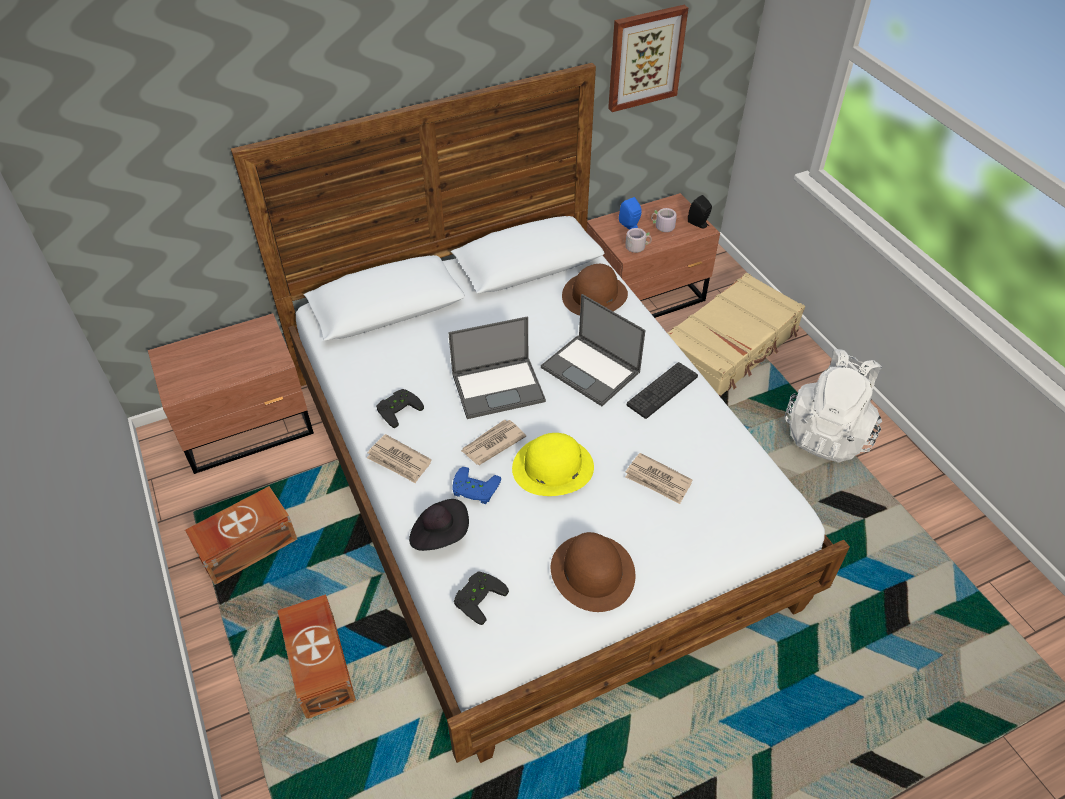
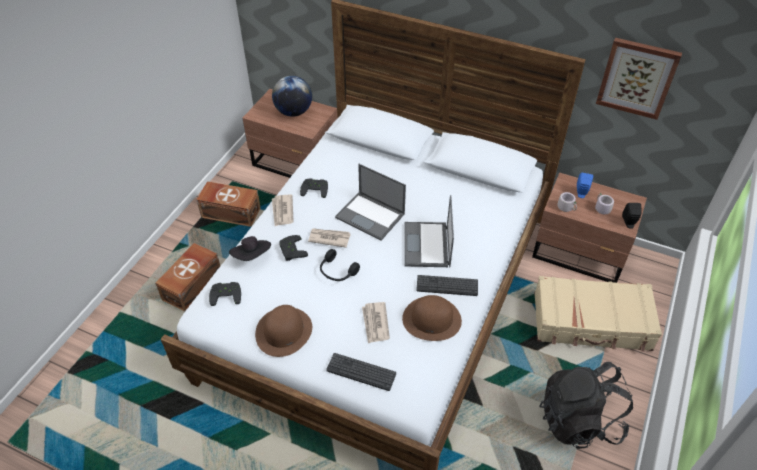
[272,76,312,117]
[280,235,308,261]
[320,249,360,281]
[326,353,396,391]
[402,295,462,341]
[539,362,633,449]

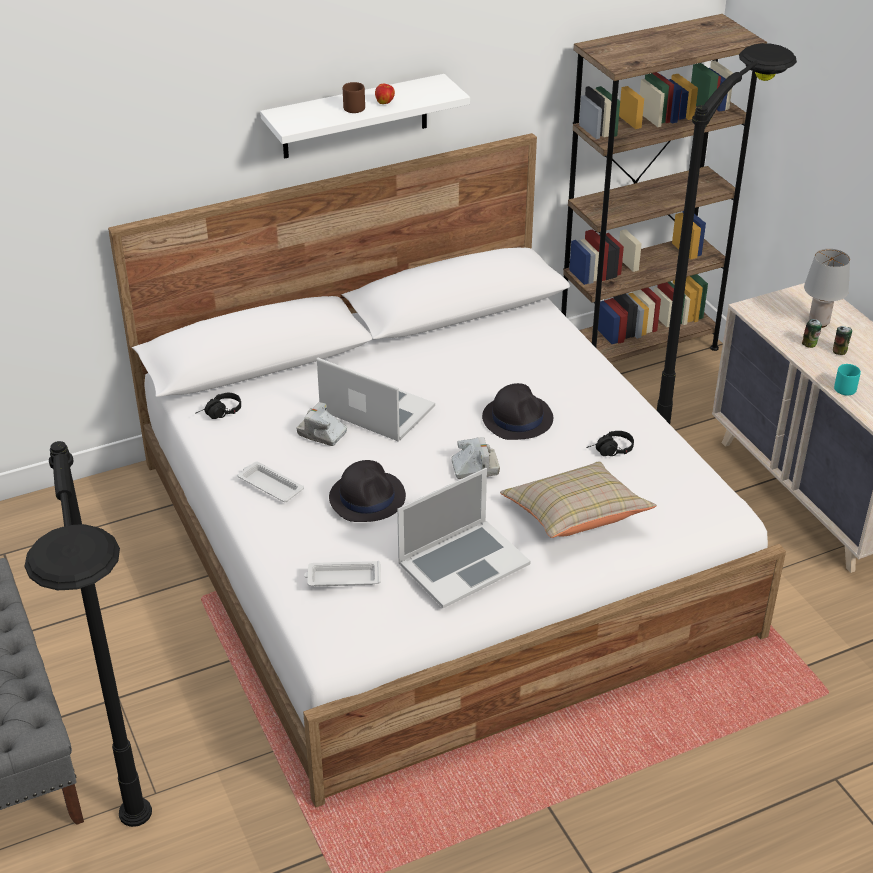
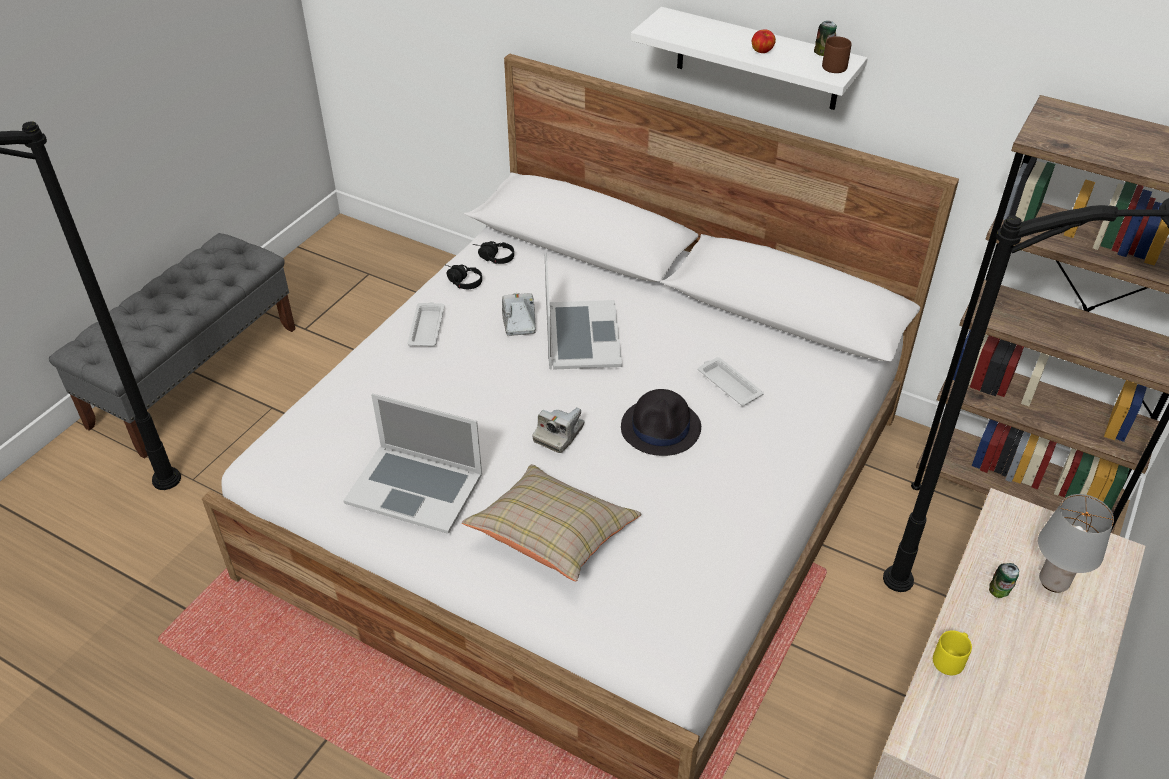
[446,265,482,289]
[532,407,584,453]
[698,357,764,406]
[814,21,837,56]
[822,36,852,73]
[933,630,972,675]
[329,460,406,522] (first image)

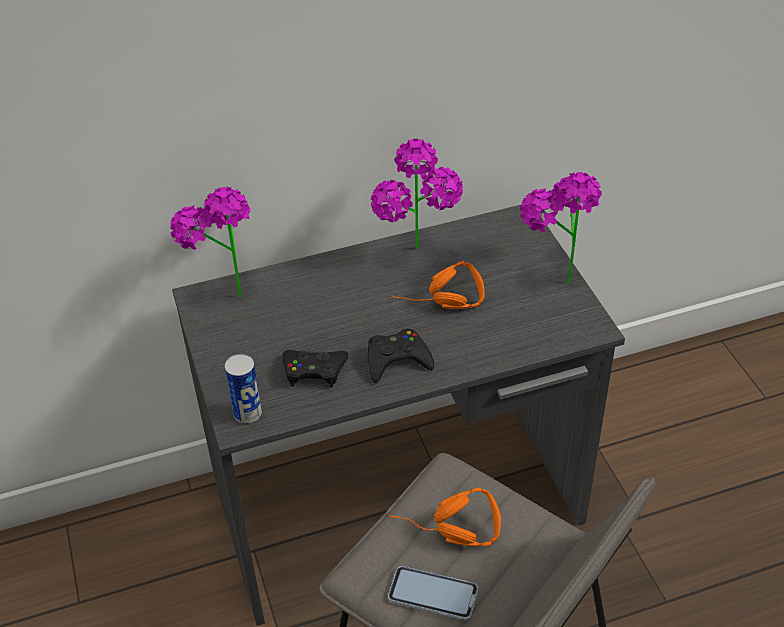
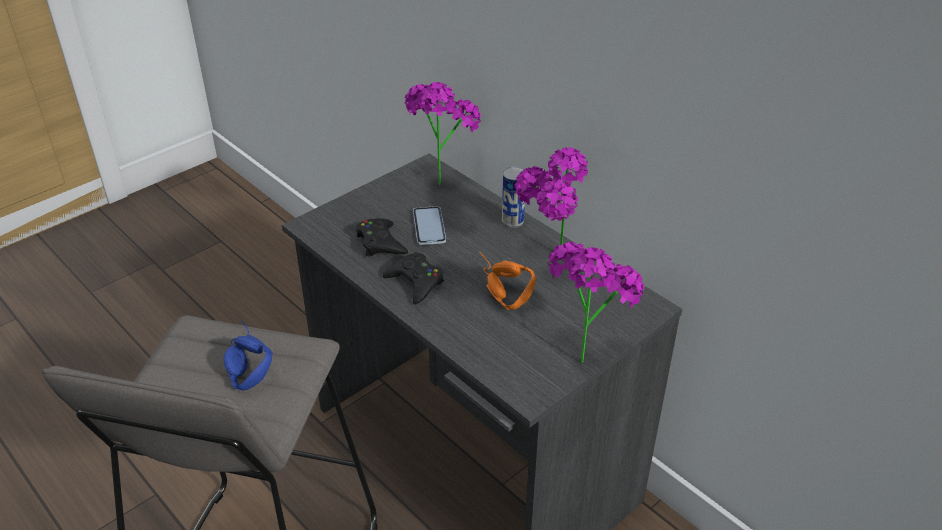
[223,319,273,390]
[413,206,446,245]
[502,167,525,228]

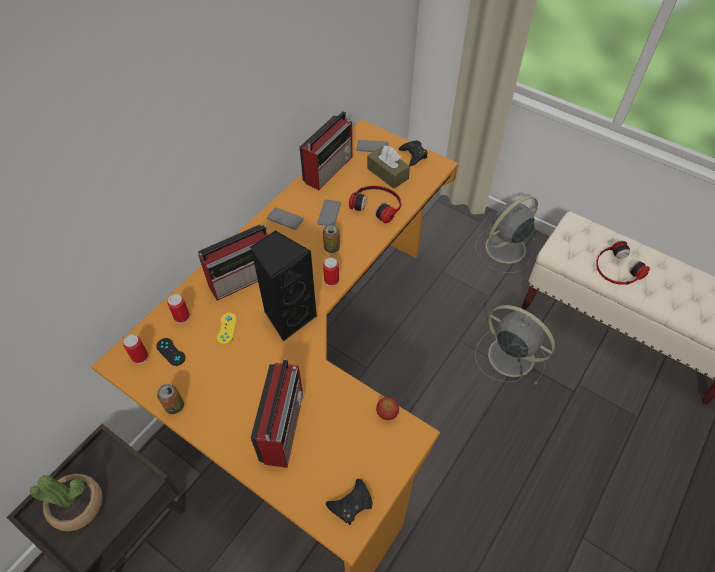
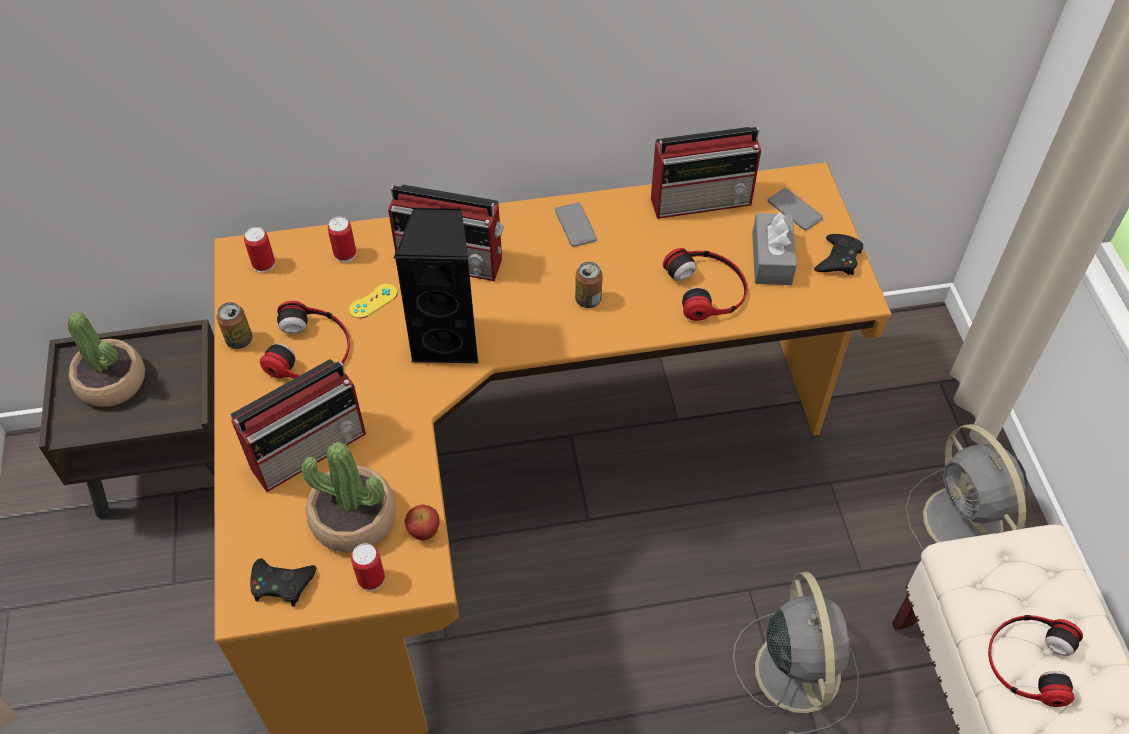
[260,301,350,379]
[301,442,396,553]
[351,543,385,591]
[752,211,797,285]
[905,424,1027,550]
[156,338,186,366] (first image)
[318,199,341,226] (first image)

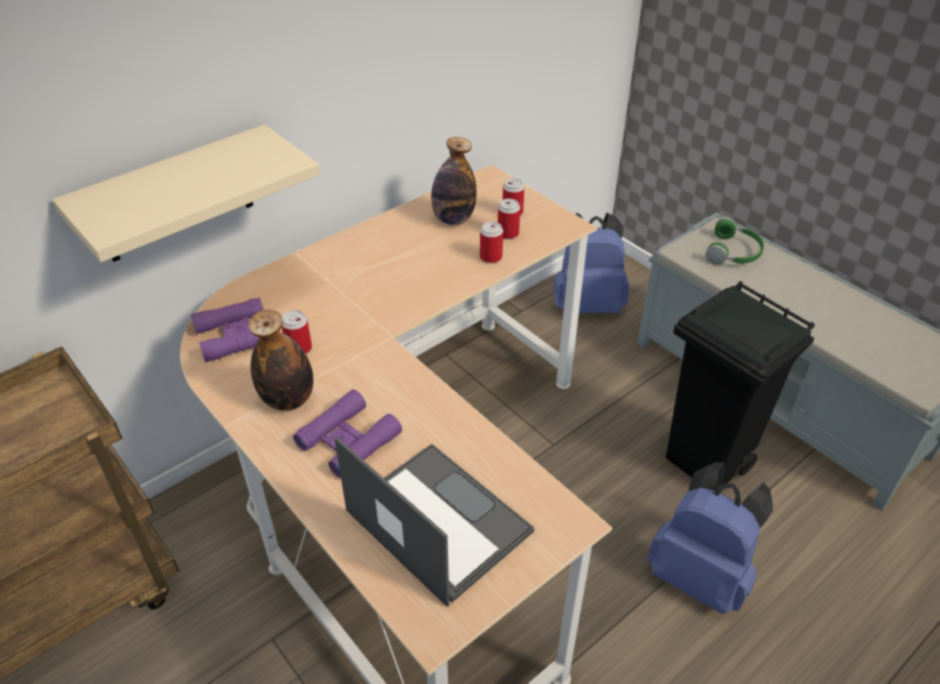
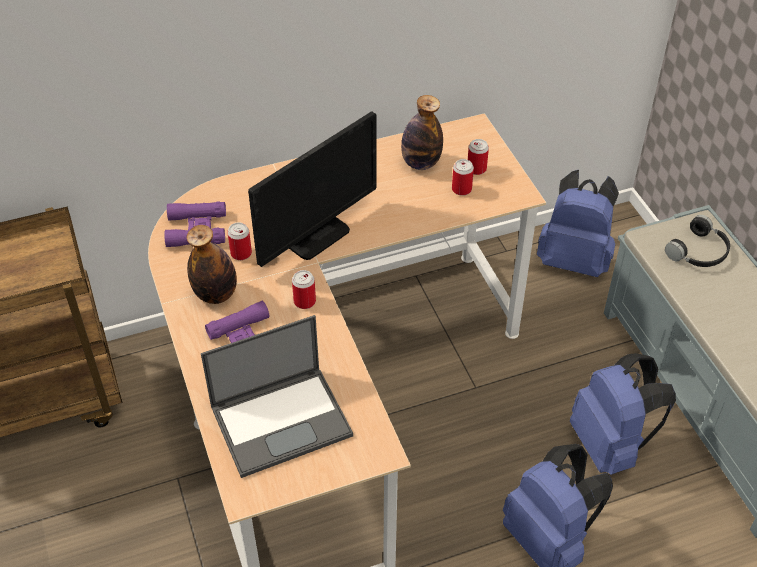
[201,315,353,478]
[248,111,377,267]
[292,270,316,309]
[570,353,676,475]
[665,215,730,267]
[52,124,320,262] (first image)

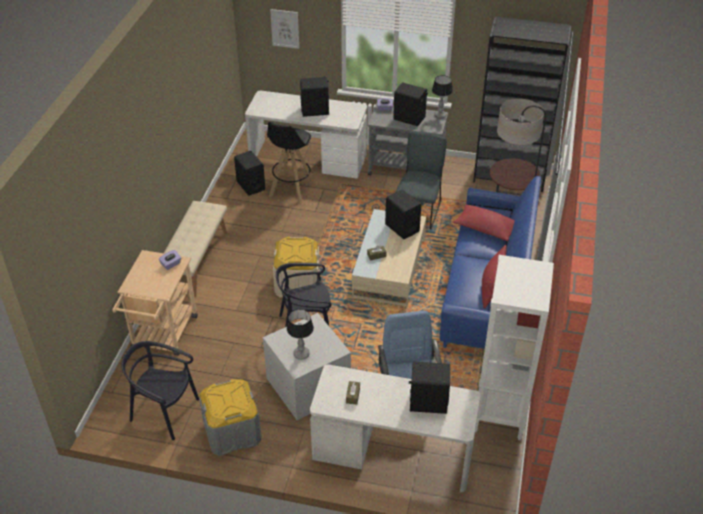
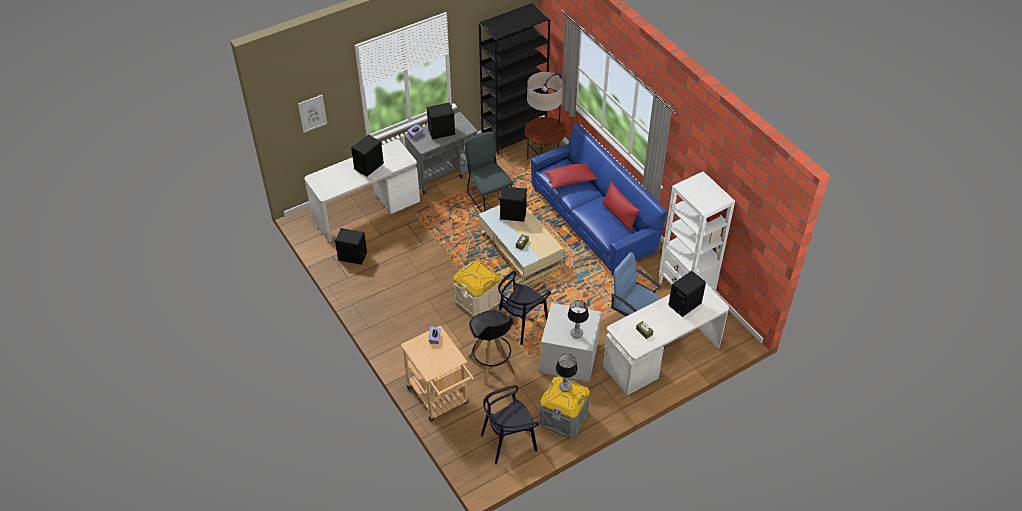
[468,310,516,386]
[556,354,578,392]
[164,201,227,297] (first image)

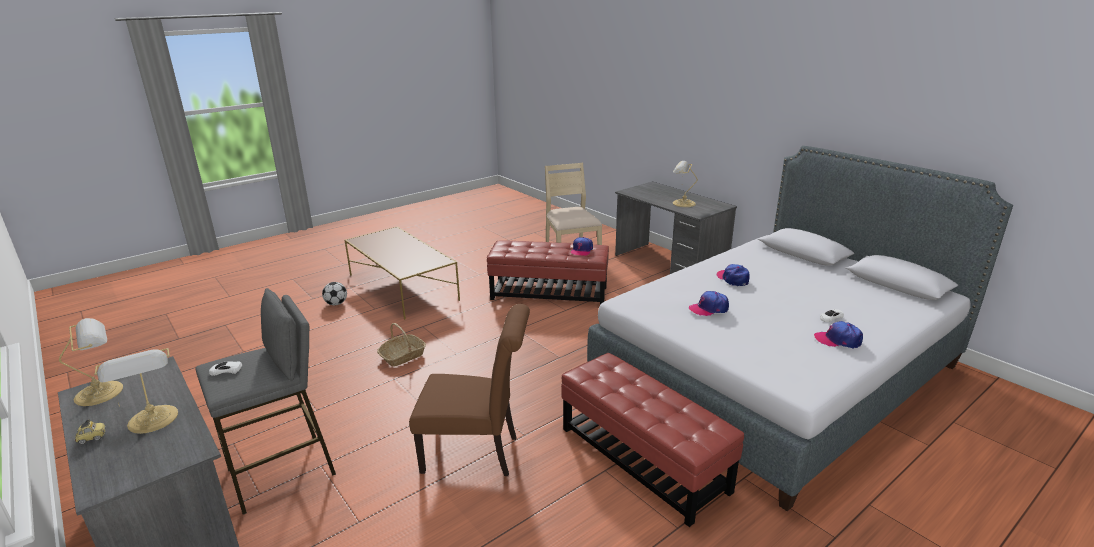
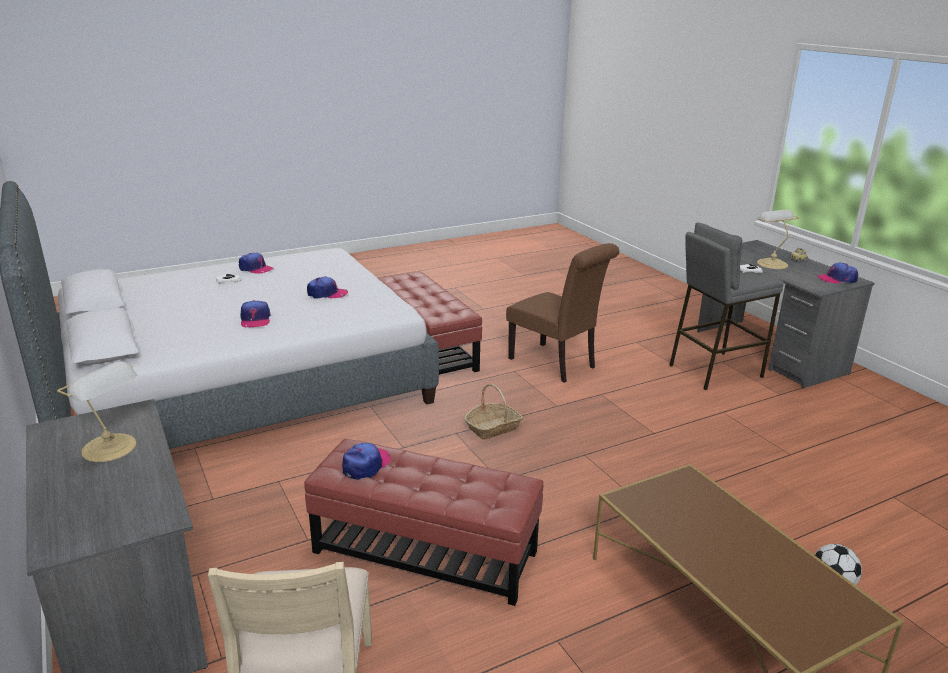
[465,384,523,440]
[506,243,619,383]
[817,263,858,284]

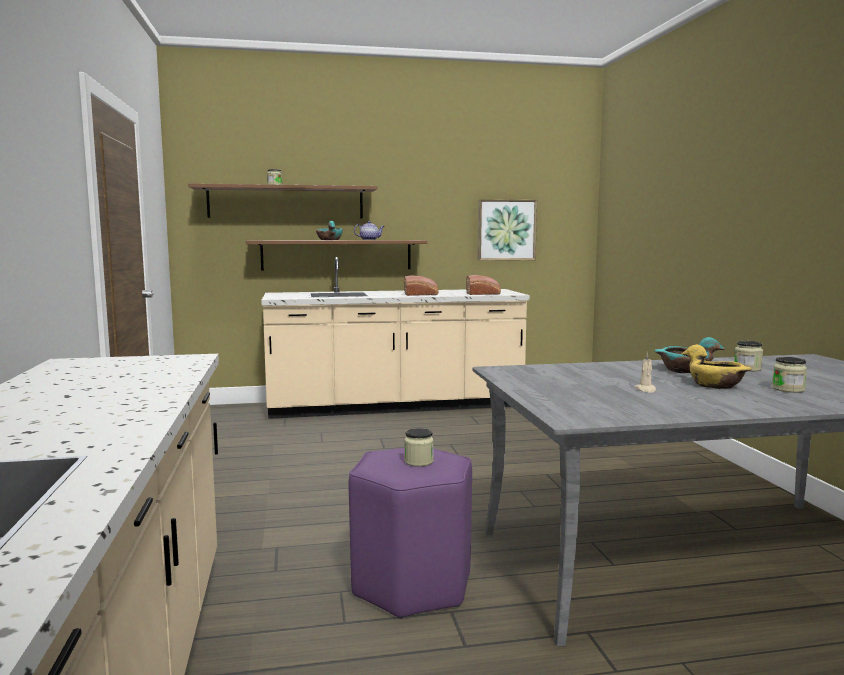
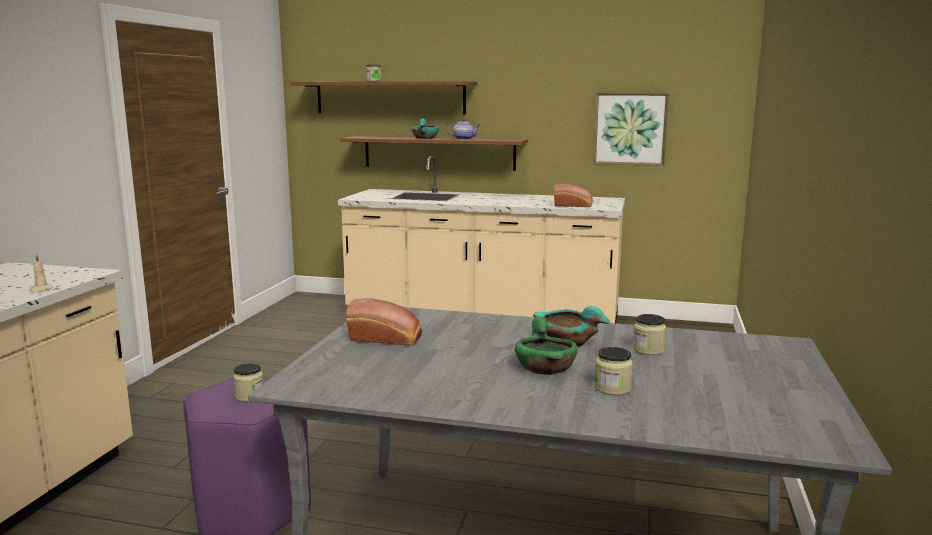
[29,253,54,293]
[346,298,422,346]
[515,316,578,375]

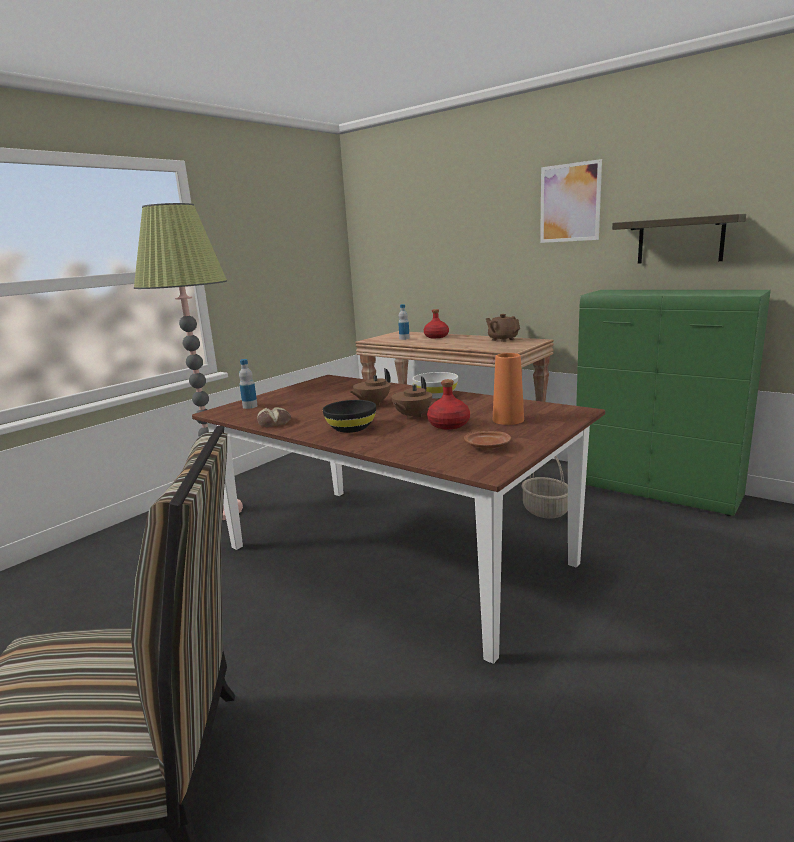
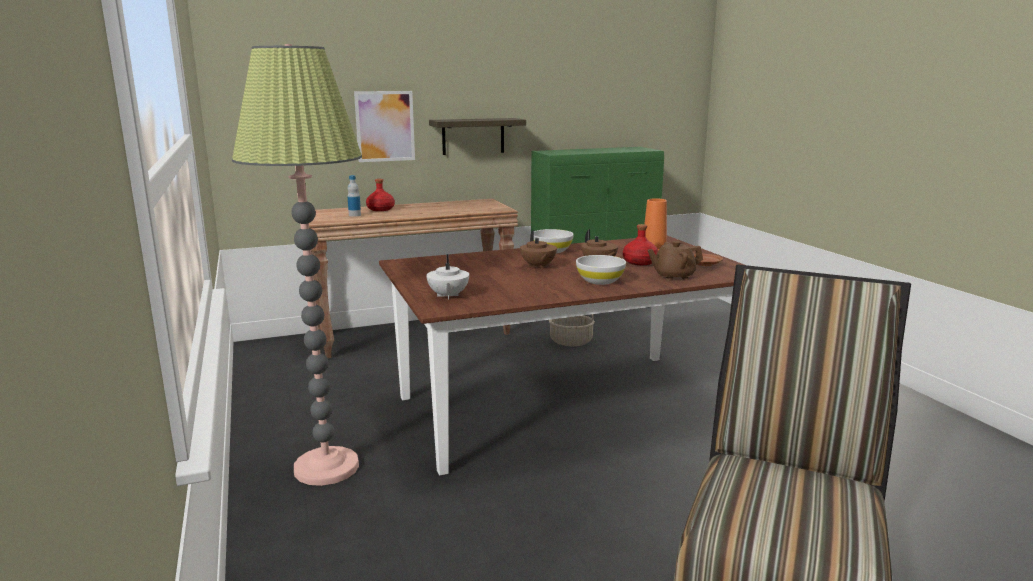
[354,91,415,162]
[426,254,469,300]
[429,118,526,155]
[576,255,626,285]
[648,241,703,281]
[257,407,291,427] (first image)

